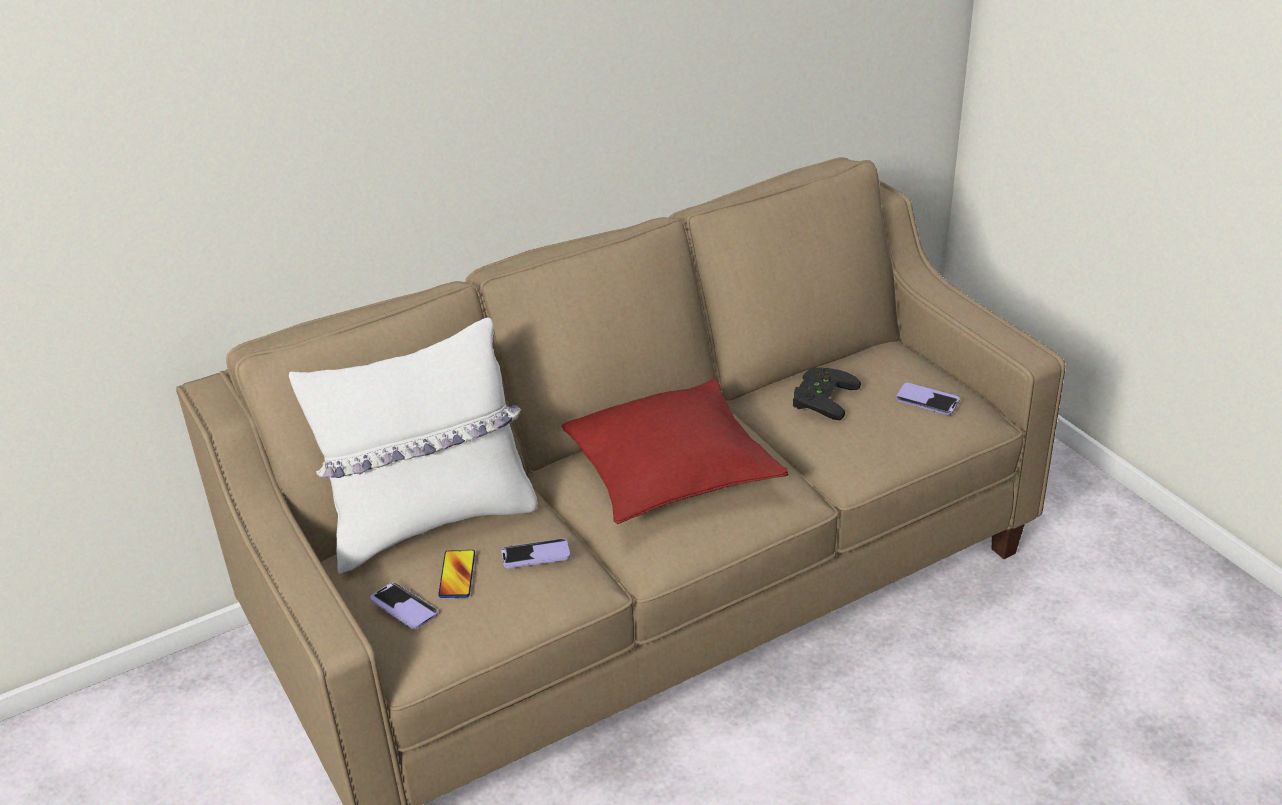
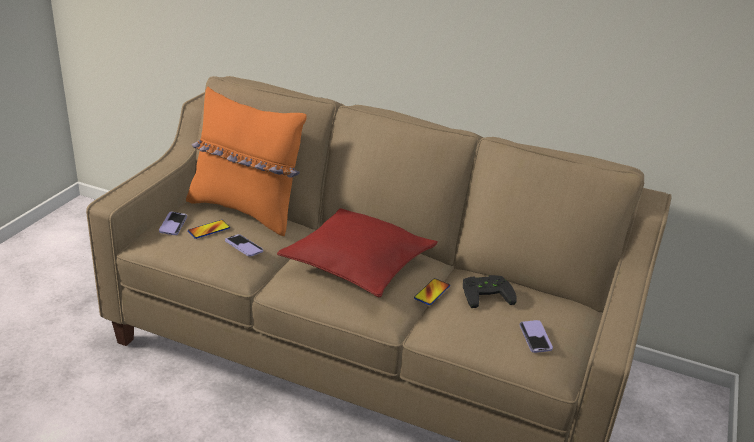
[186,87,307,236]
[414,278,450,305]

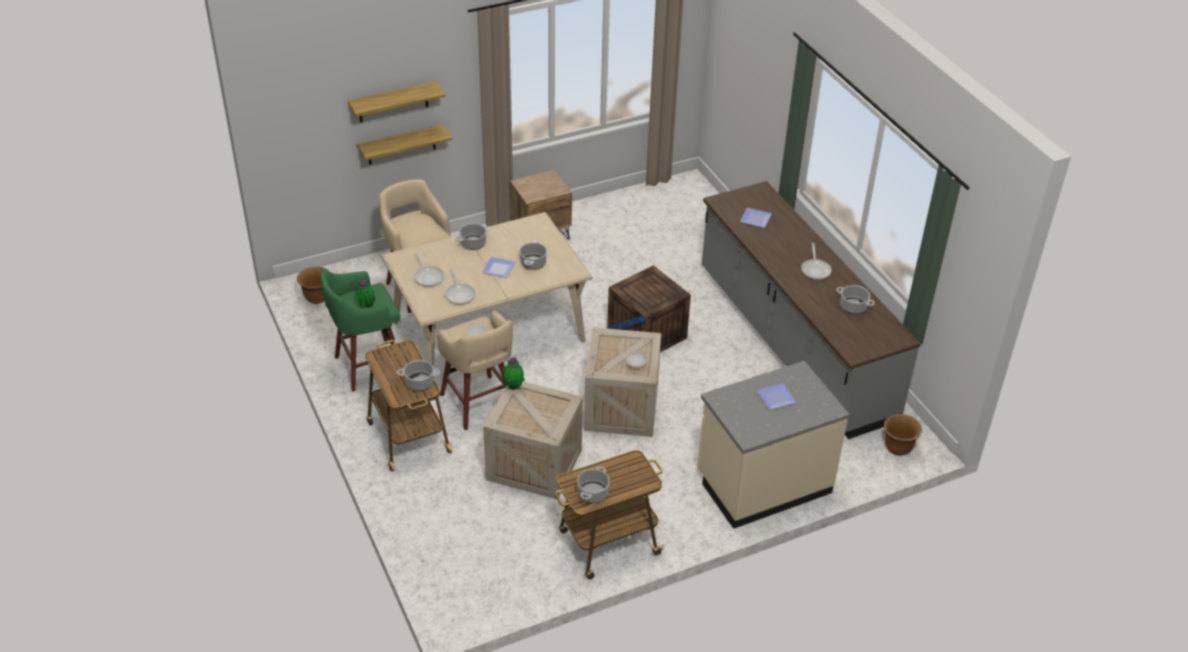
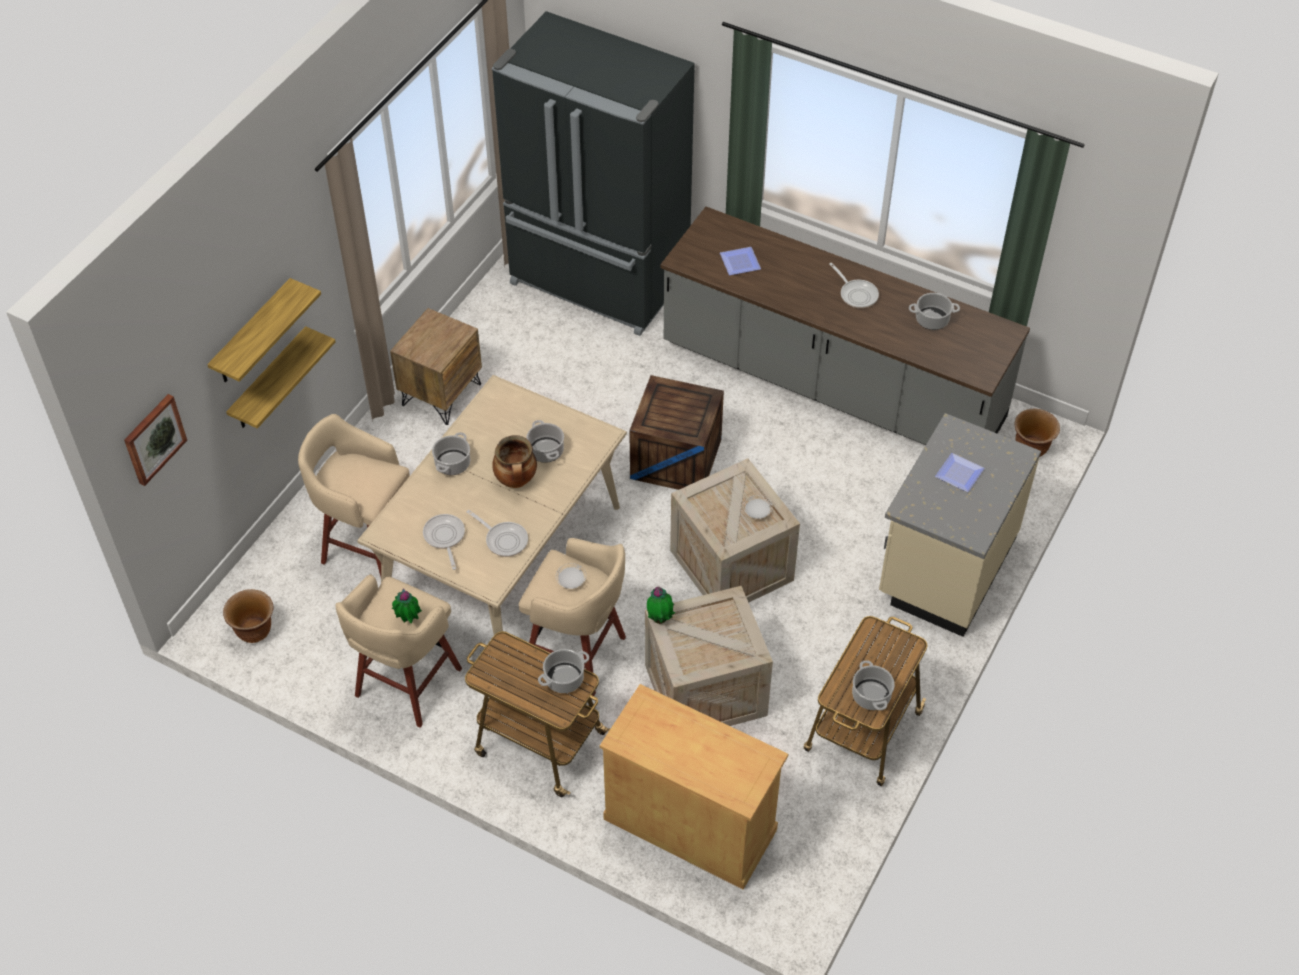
[124,394,187,486]
[335,574,462,728]
[423,514,465,570]
[492,11,695,336]
[492,435,537,488]
[600,684,788,890]

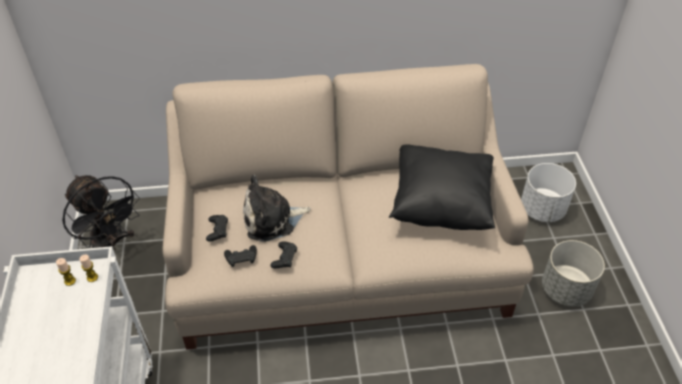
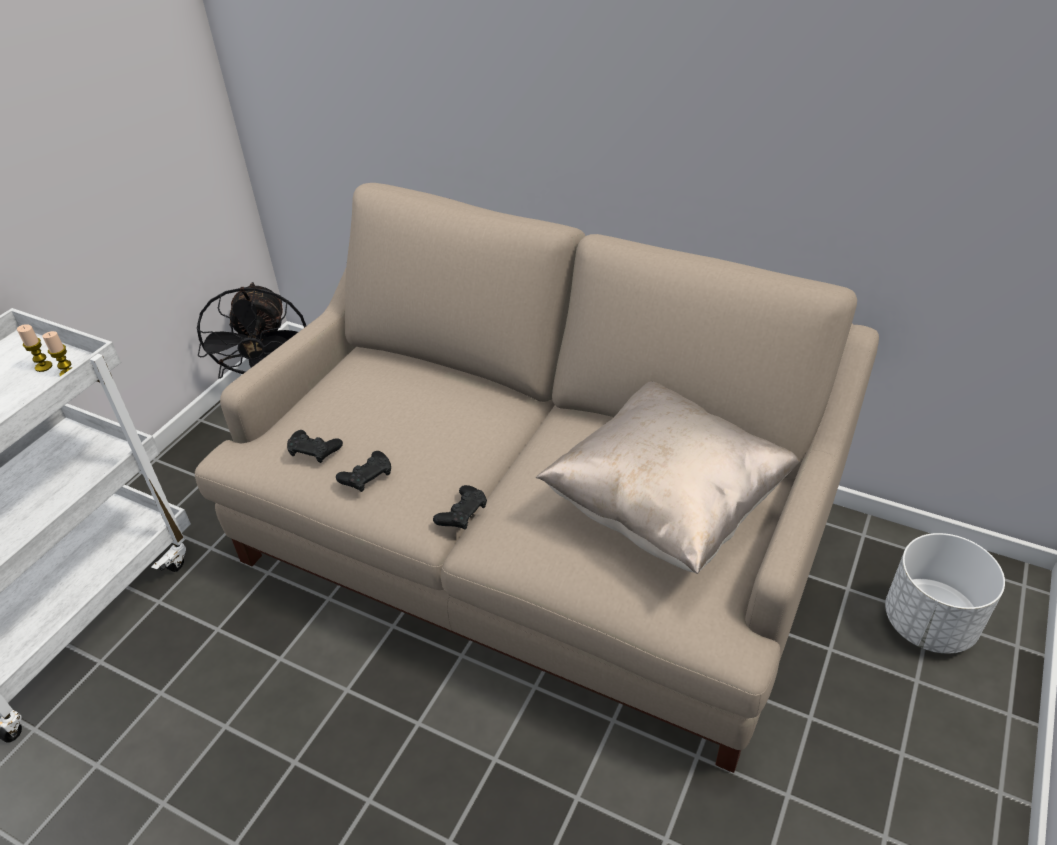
[433,485,487,530]
[536,381,800,574]
[243,175,311,242] (first image)
[542,240,605,307] (first image)

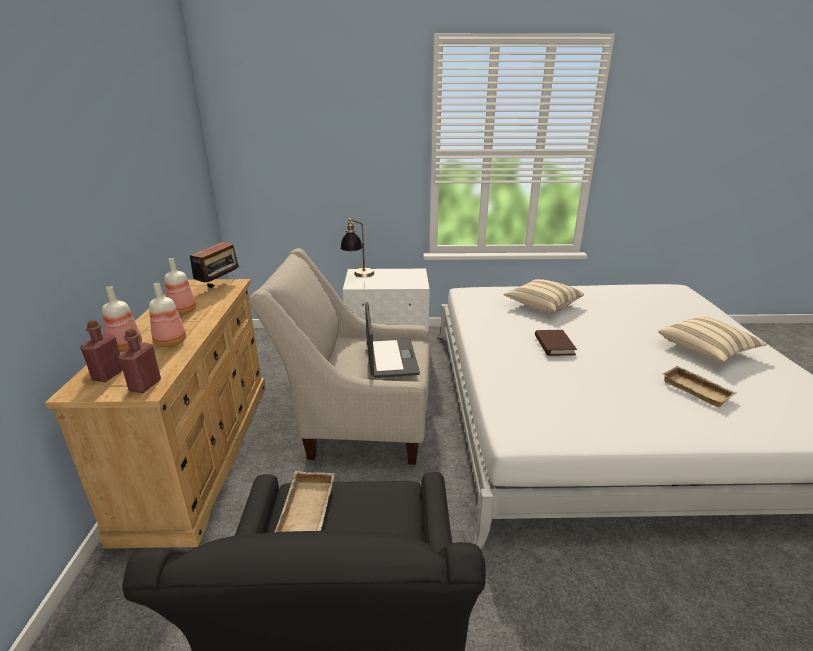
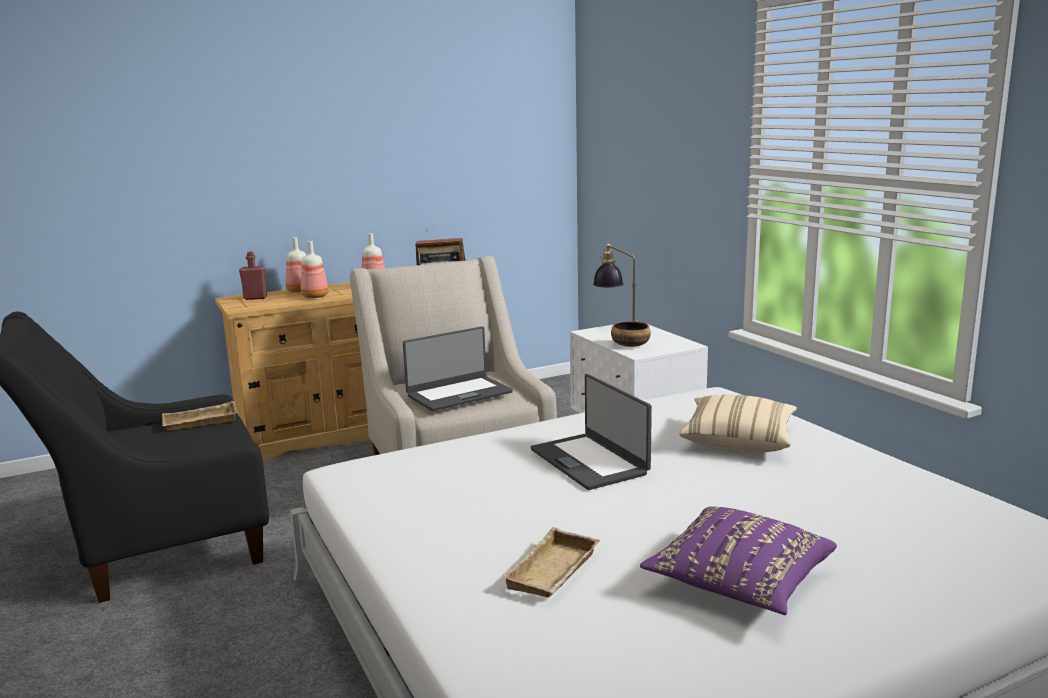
[531,374,652,490]
[611,322,651,347]
[640,506,837,615]
[118,329,161,393] (first image)

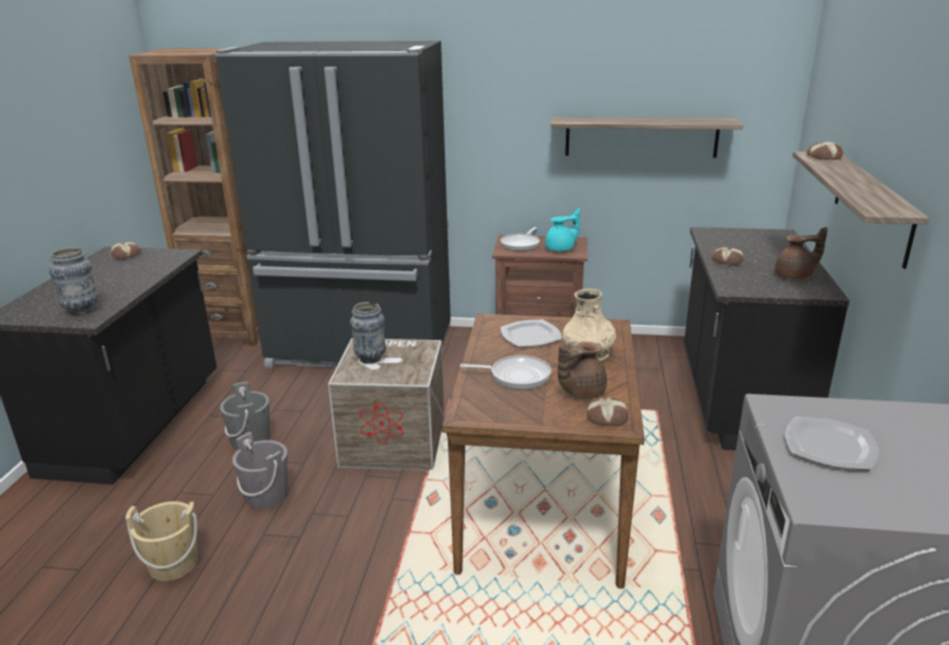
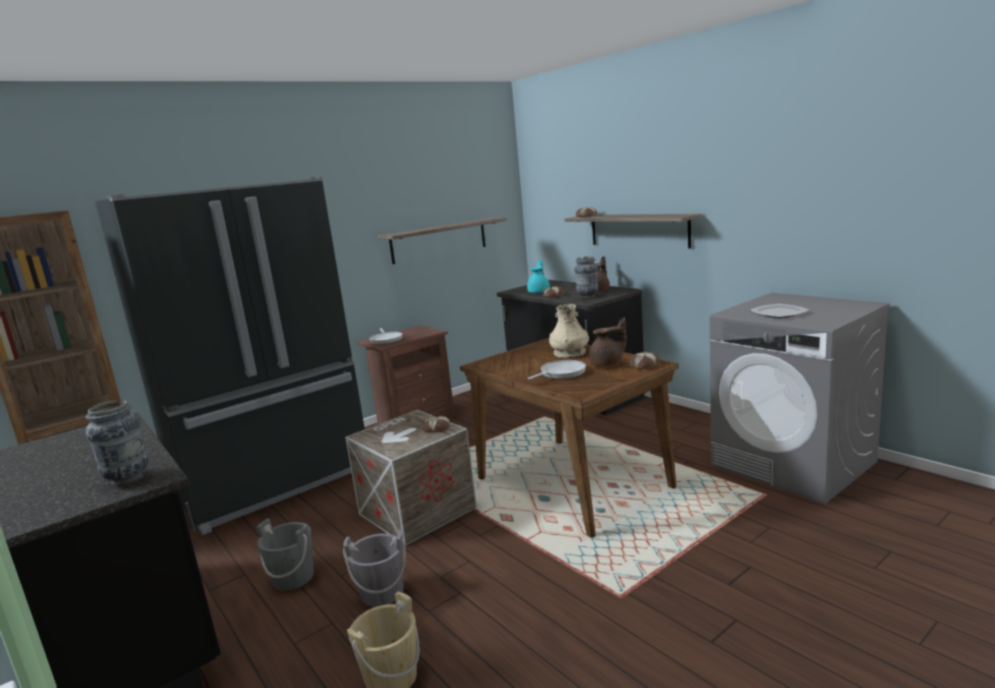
[422,416,450,433]
[527,259,550,293]
[574,256,598,298]
[589,317,626,367]
[501,320,562,347] (first image)

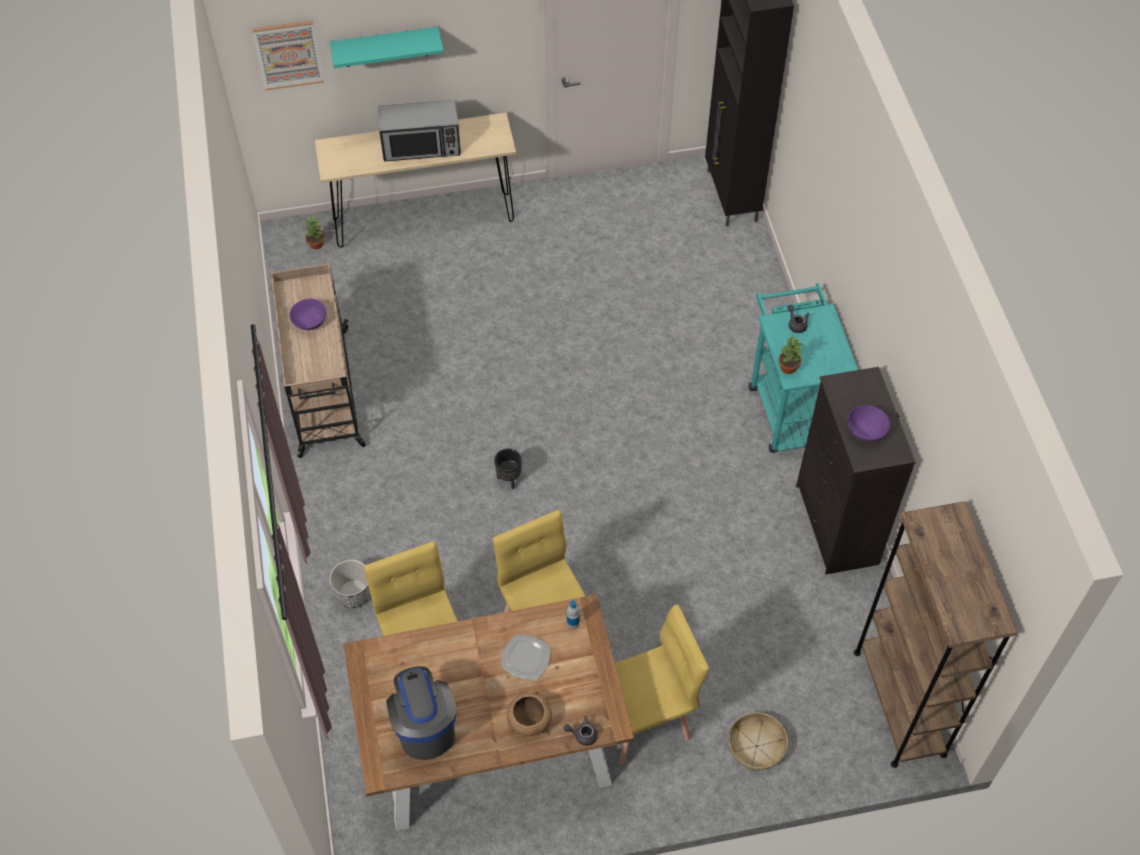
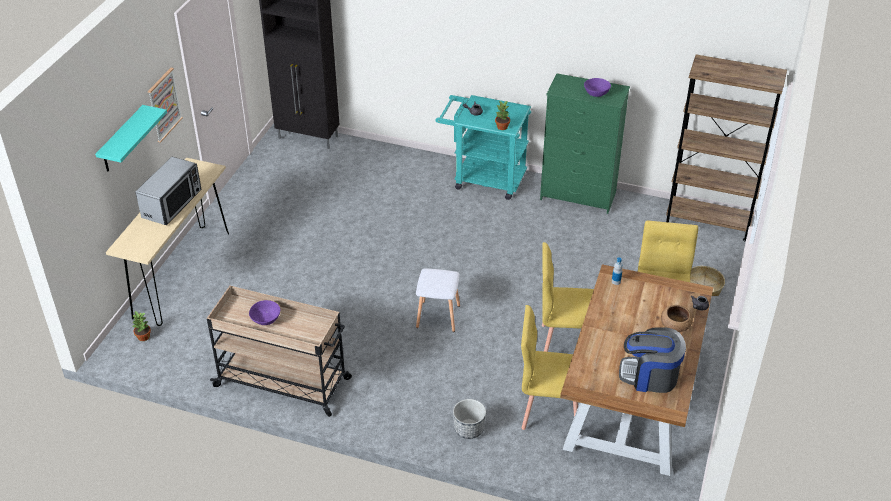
[148,68,183,143]
[416,268,460,332]
[540,73,630,214]
[501,635,551,680] (first image)

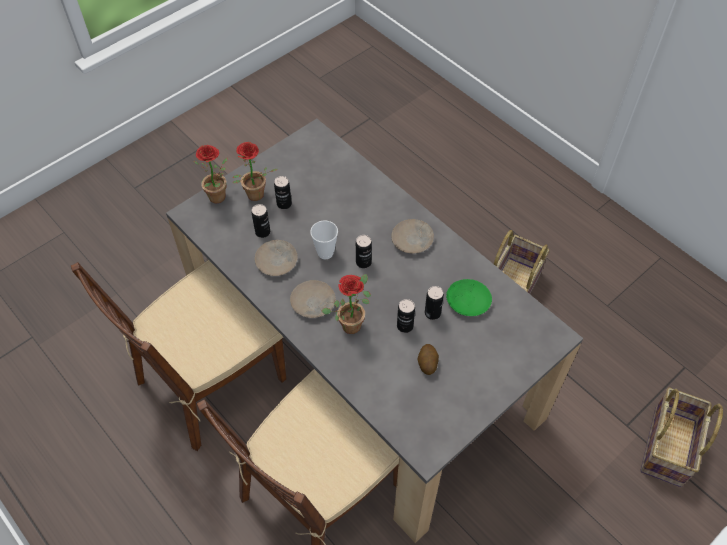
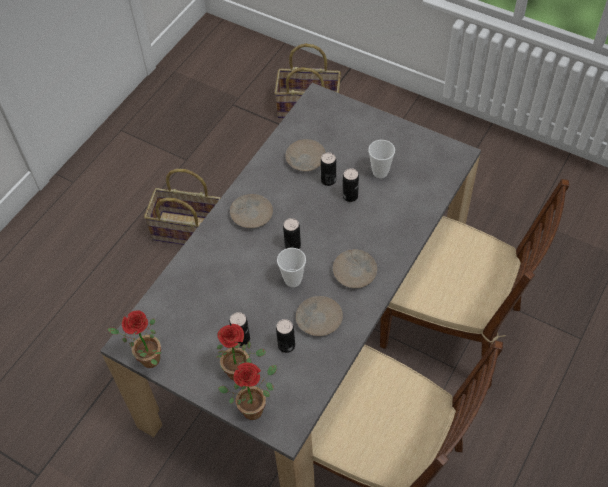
[108,310,161,368]
[285,139,326,171]
[368,140,395,178]

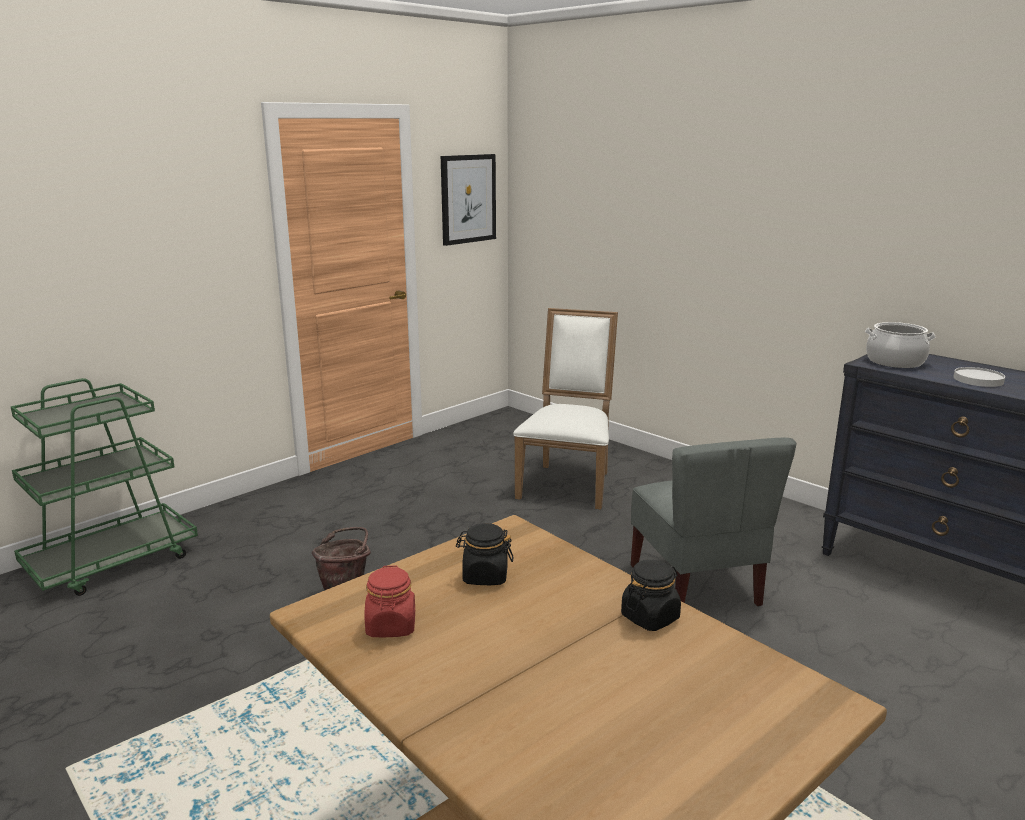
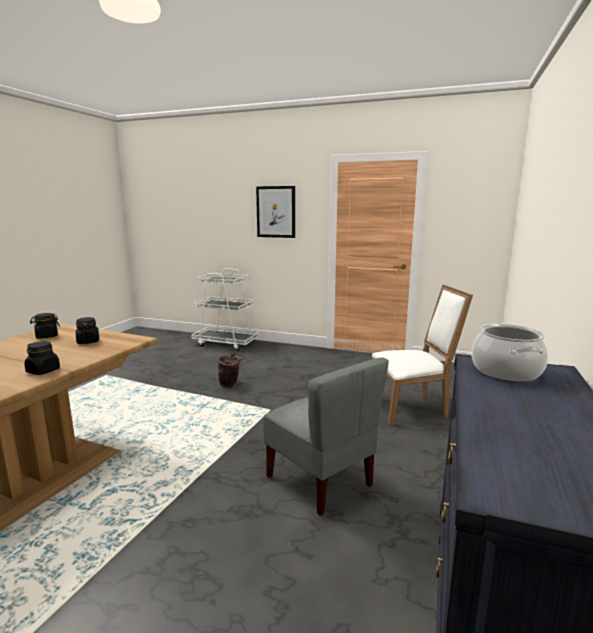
[30,313,60,339]
[191,269,259,351]
[256,186,295,238]
[263,357,389,516]
[953,367,1005,387] (first image)

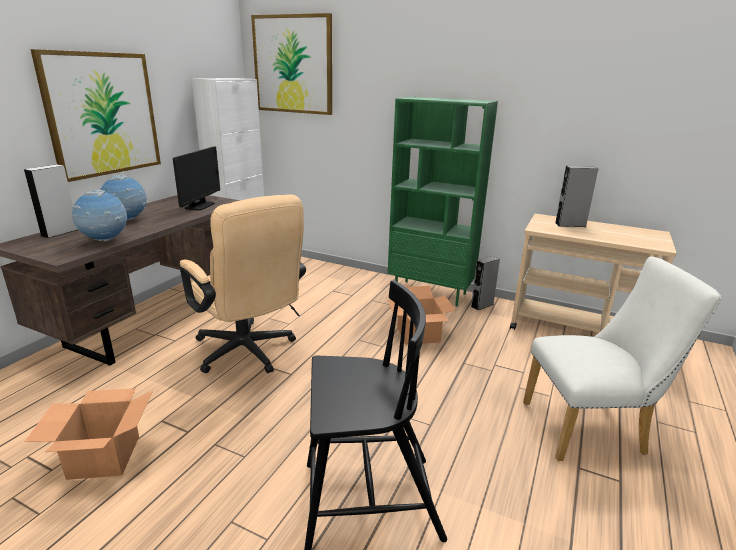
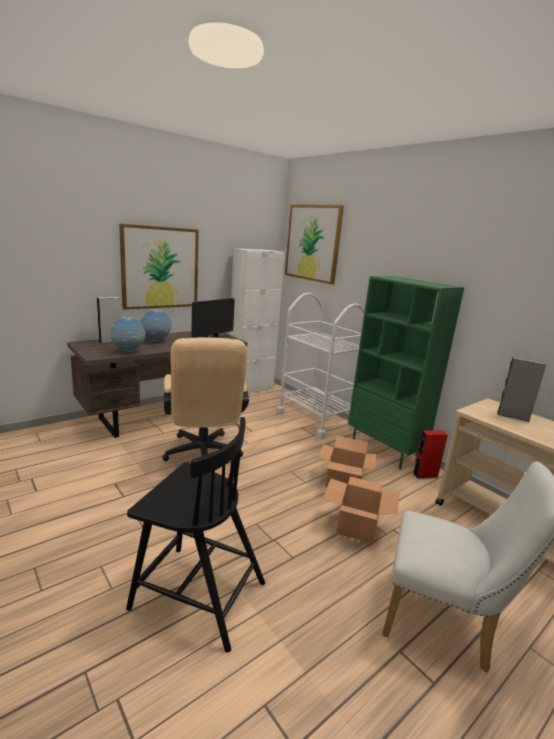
[276,292,365,439]
[323,477,400,544]
[413,430,448,478]

